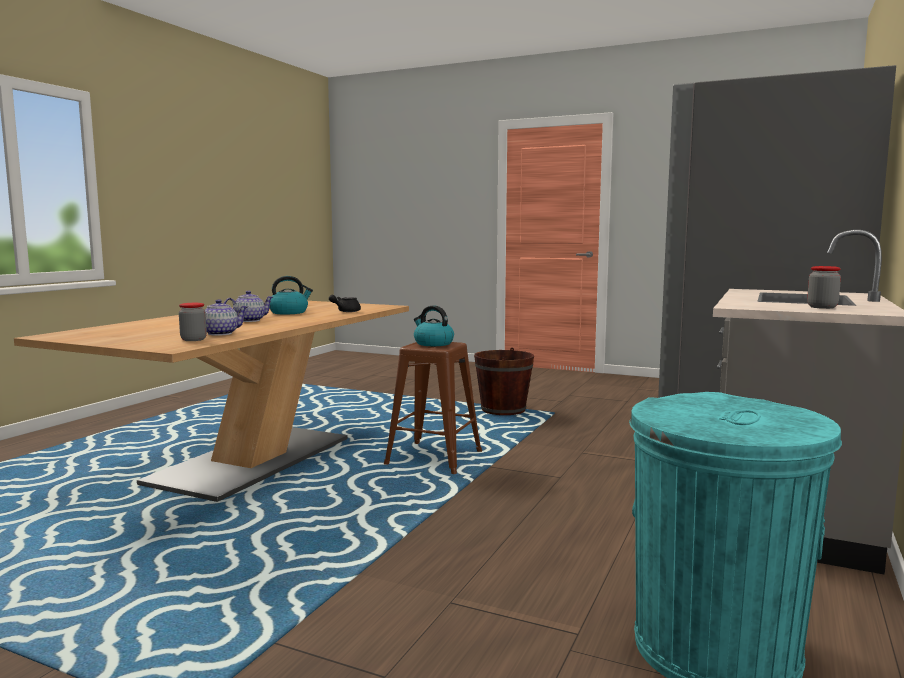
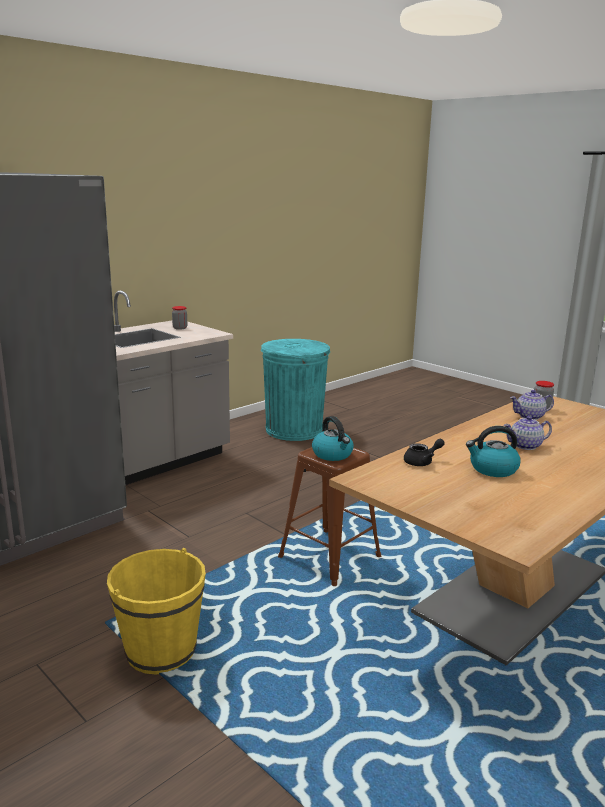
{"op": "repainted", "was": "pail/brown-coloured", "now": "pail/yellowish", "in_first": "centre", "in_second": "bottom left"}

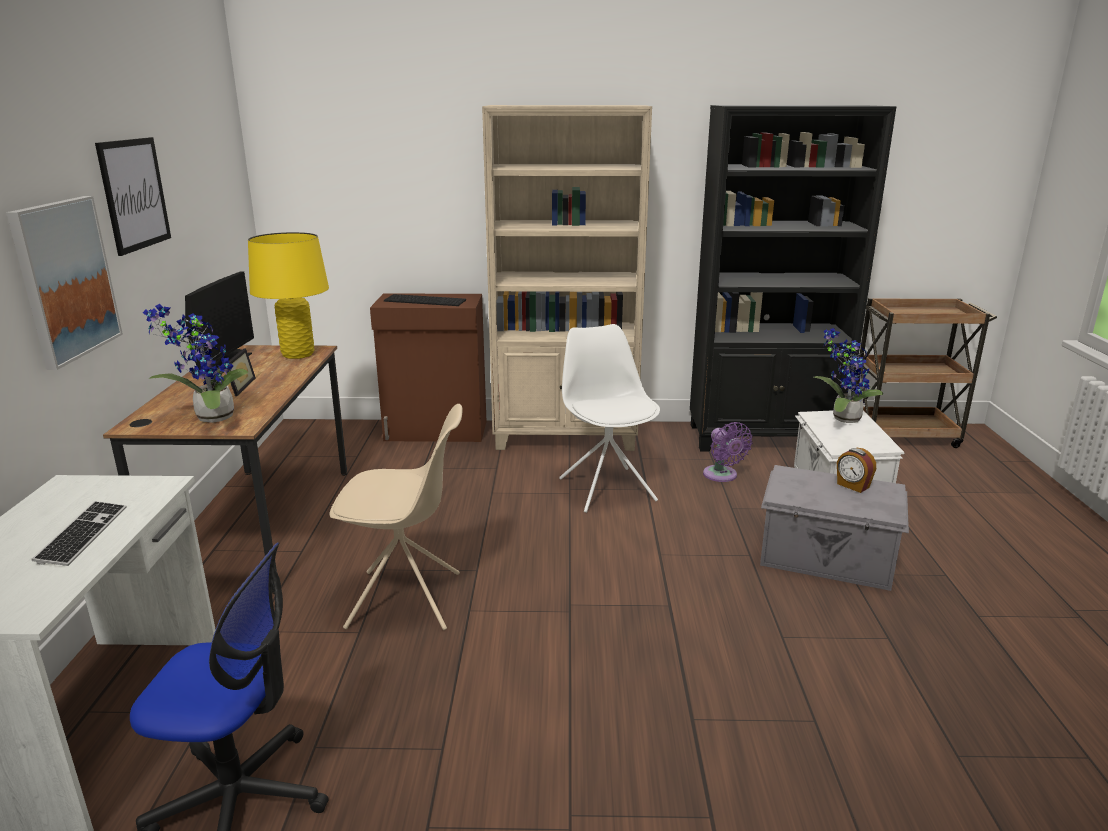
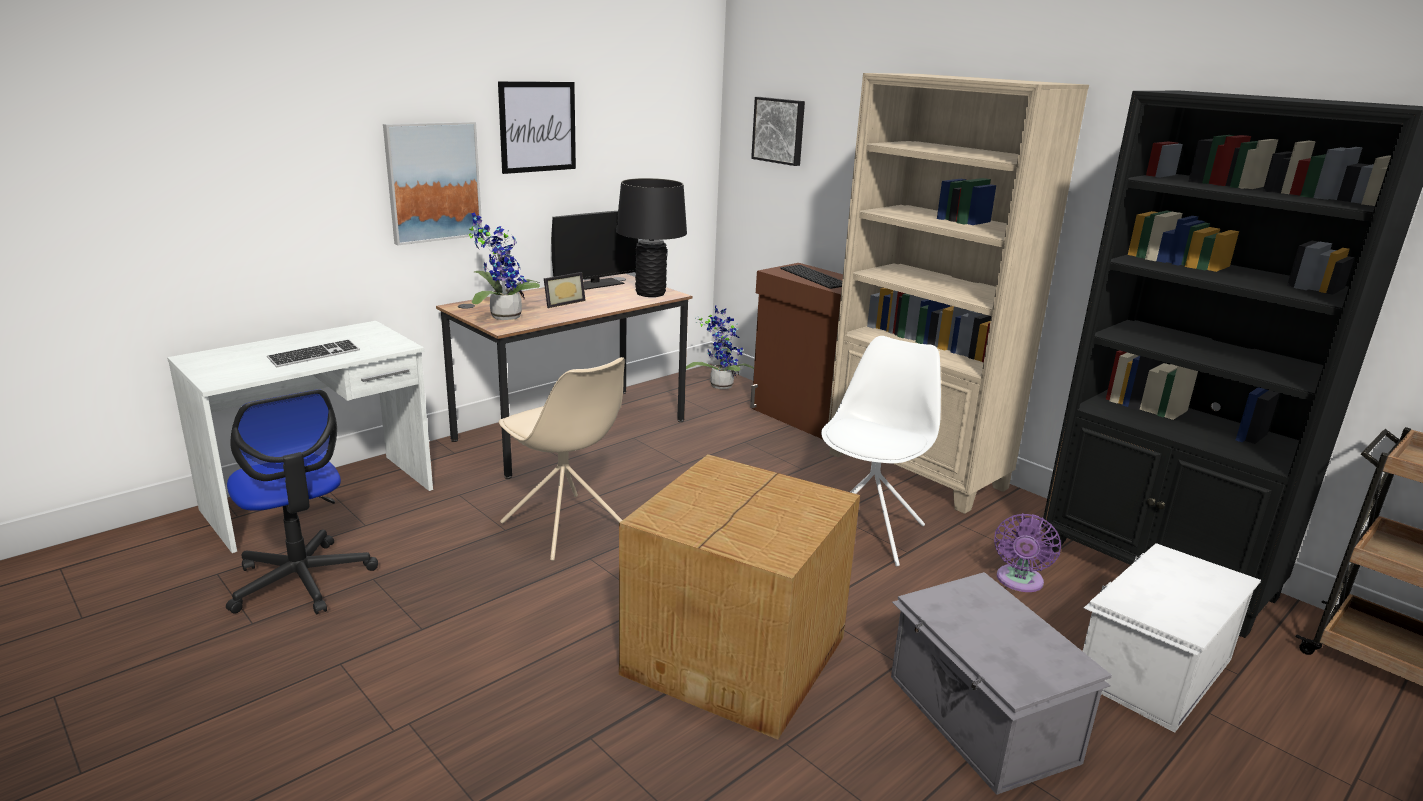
{"op": "repainted", "was": "lamp for a table/yellowish", "now": "lamp for a table/black-coloured", "in_first": "middle left", "in_second": "top centre"}
{"op": "shifted", "was": "potted plant (no. 2 from left)", "in_first": "middle right", "in_second": "centre"}
{"op": "gone", "was": "alarm clock", "in_first": "middle right"}
{"op": "new", "now": "picture (no. 3 from left)", "in_second": "top centre"}
{"op": "new", "now": "packing box", "in_second": "bottom centre"}

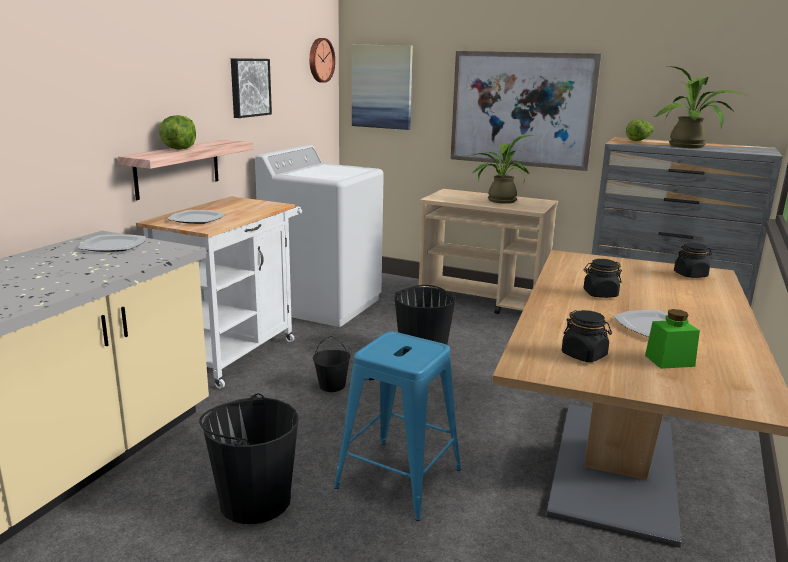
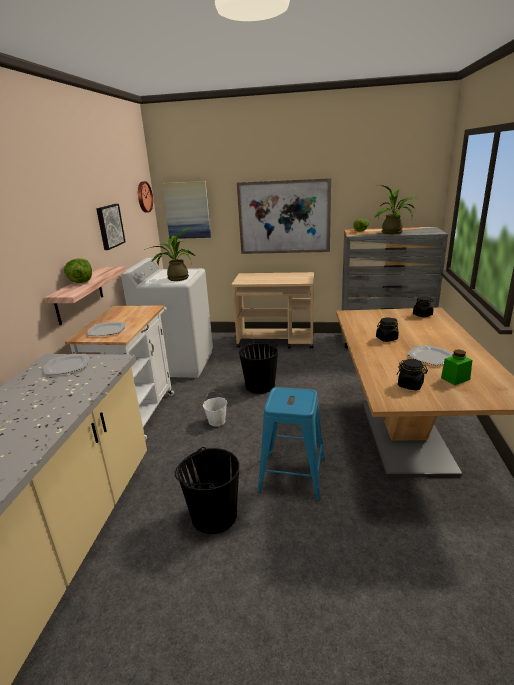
{"op": "shifted", "was": "potted plant (no. 1 from left)", "in_first": "top centre", "in_second": "middle left"}
{"op": "repainted", "was": "pail/black-coloured (no. 2 from left)", "now": "pail/white-coloured", "in_first": "centre", "in_second": "centre"}

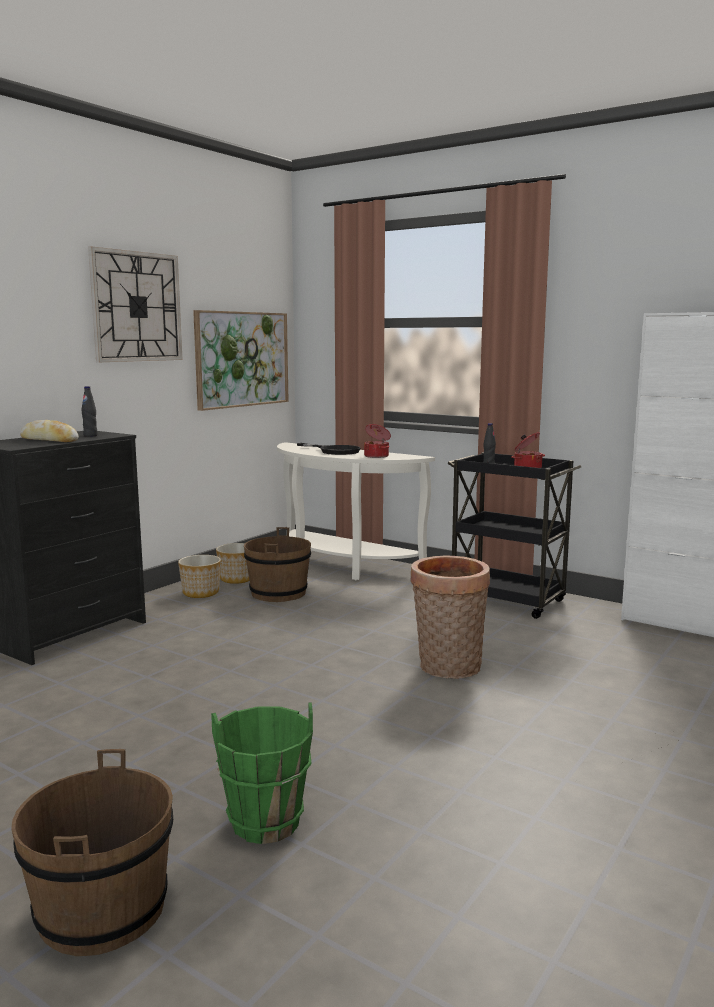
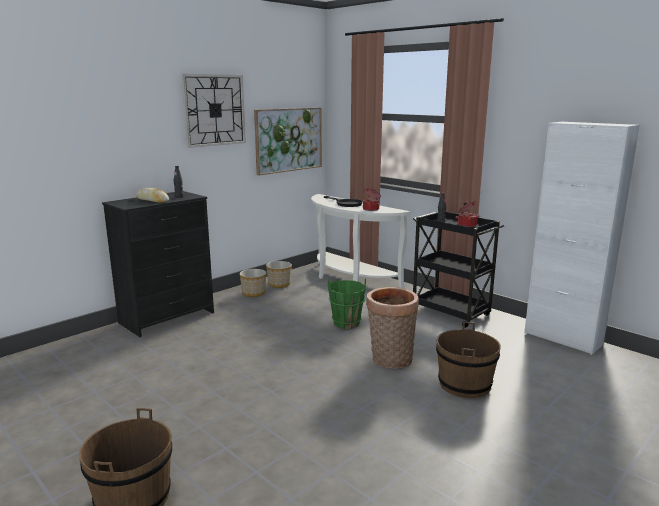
{"op": "shifted", "was": "pail/brown-coloured (no. 2 from left)", "in_first": "centre", "in_second": "bottom right"}
{"op": "shifted", "was": "pail/greenish", "in_first": "bottom centre", "in_second": "centre"}

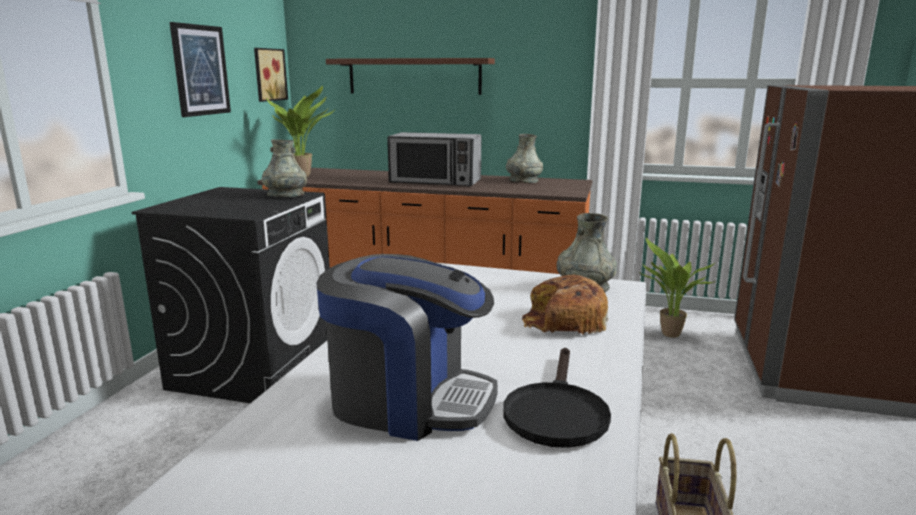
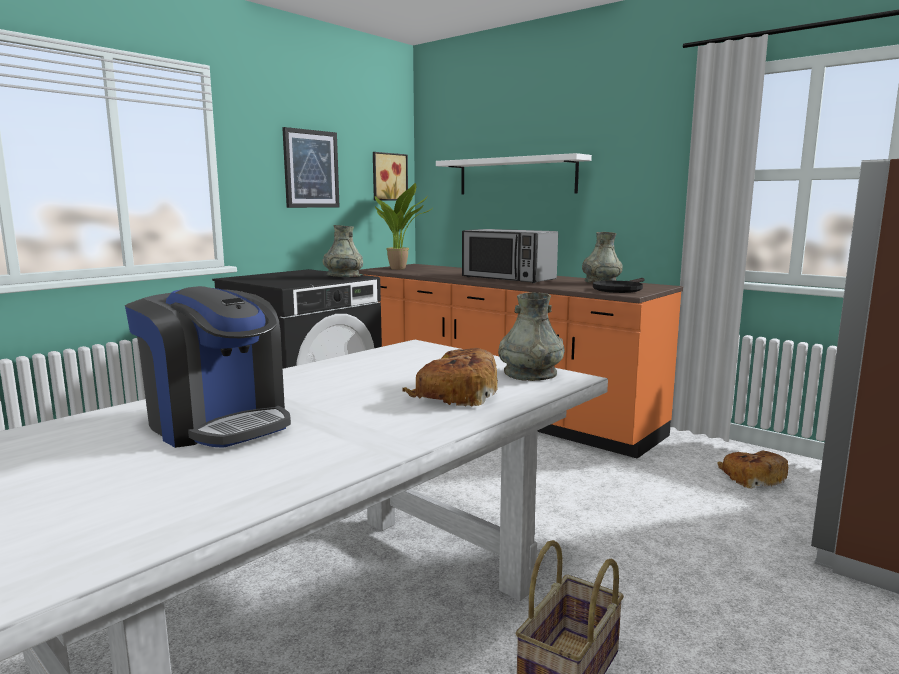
{"op": "repainted", "was": "shelf/brown-coloured", "now": "shelf/white-coloured", "in_first": "top centre", "in_second": "top centre"}
{"op": "swapped", "was": "potted plant (no. 2 from left)", "now": "bread (no. 2 from left)", "in_first": "middle right", "in_second": "bottom right"}
{"op": "shifted", "was": "skillet/black-coloured", "in_first": "bottom centre", "in_second": "middle right"}

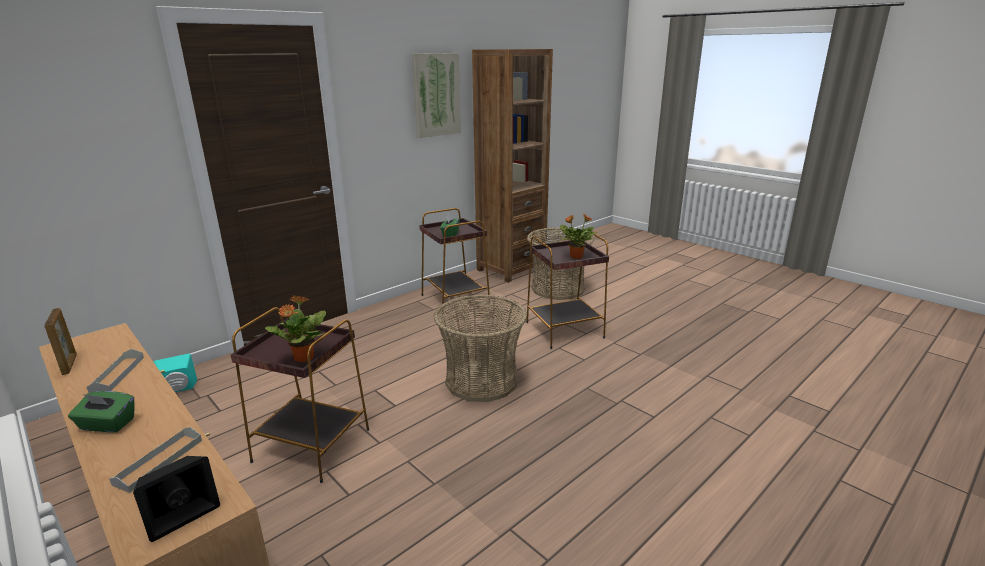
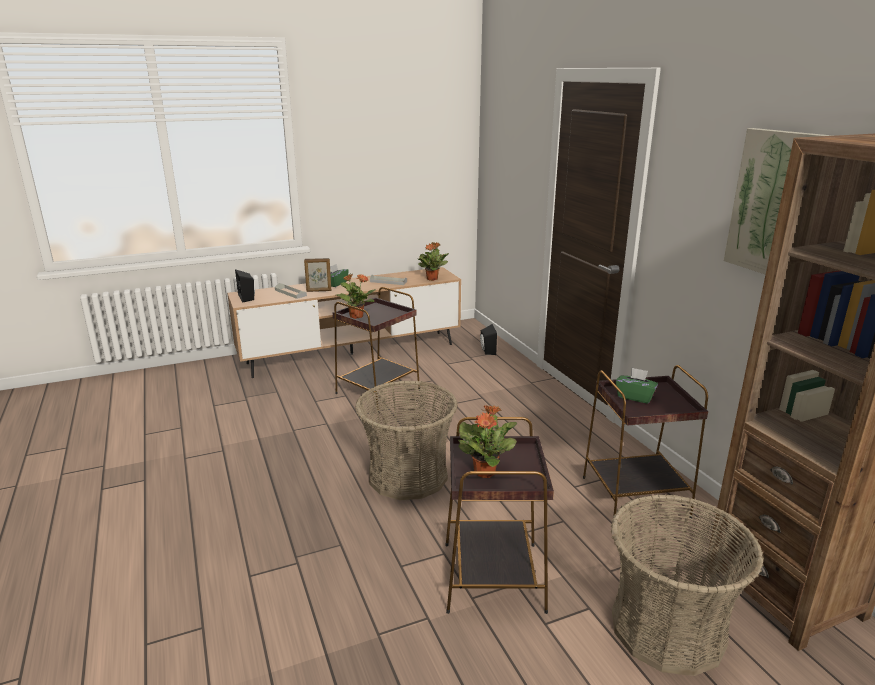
{"op": "shifted", "was": "standing frame", "in_first": "middle left", "in_second": "centre"}
{"op": "repainted", "was": "audio speaker/turquoise", "now": "audio speaker/black-coloured (no. 2 from left)", "in_first": "middle left", "in_second": "centre"}
{"op": "new", "now": "potted plant (no. 2 from left)", "in_second": "centre"}

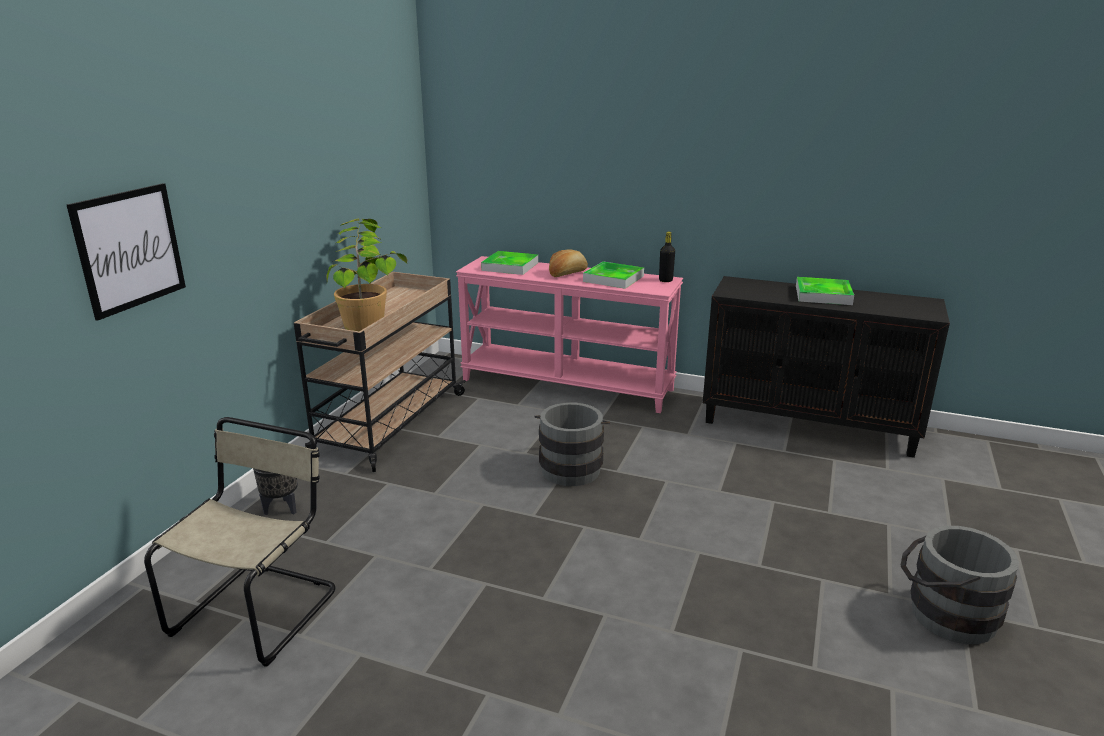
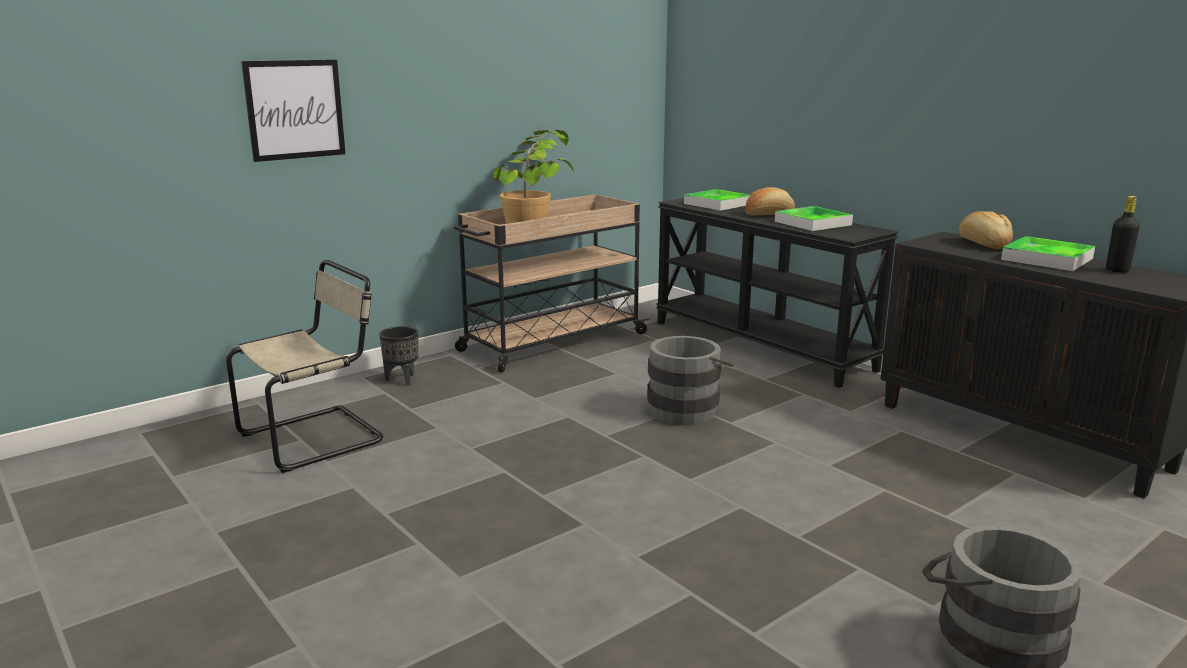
{"op": "shifted", "was": "beverage bottle/black-coloured", "in_first": "centre", "in_second": "middle right"}
{"op": "repainted", "was": "narrow table/pink", "now": "narrow table/black-coloured", "in_first": "centre", "in_second": "centre"}
{"op": "new", "now": "bread (no. 2 from left)", "in_second": "middle right"}

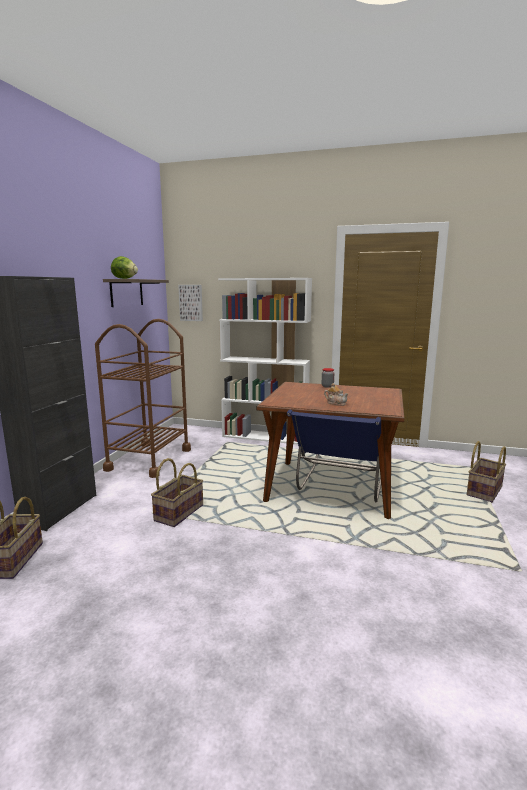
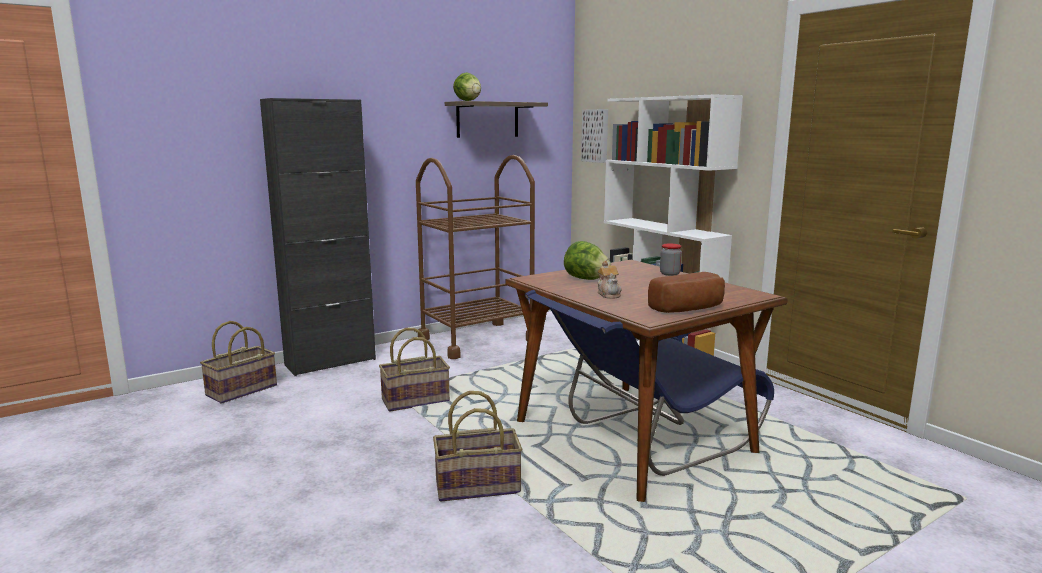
{"op": "shifted", "was": "storage basket (no. 3 from left)", "in_first": "middle right", "in_second": "bottom centre"}
{"op": "new", "now": "lettuce (no. 2 from left)", "in_second": "centre"}
{"op": "new", "now": "bread", "in_second": "centre"}

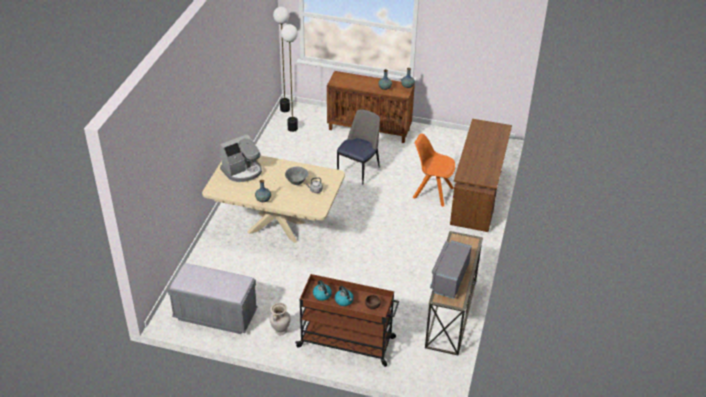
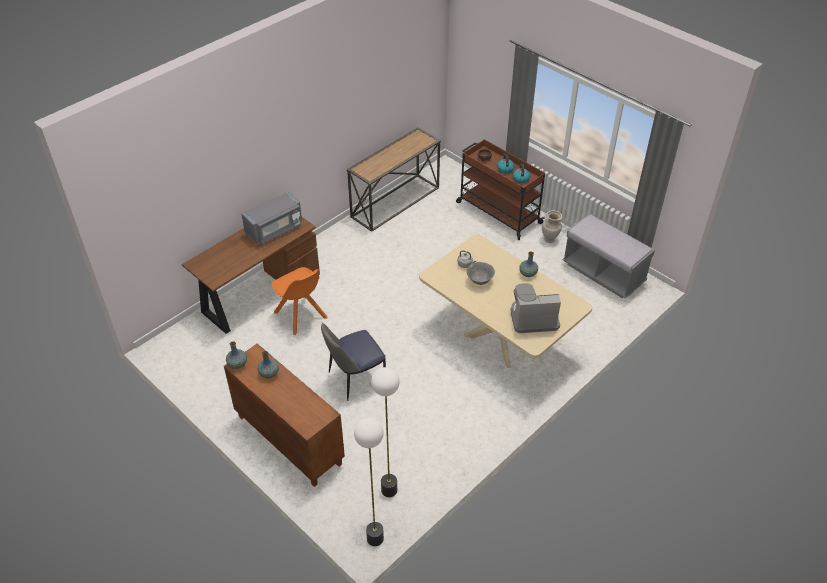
{"op": "shifted", "was": "kitchen microwave/greyish", "in_first": "bottom centre", "in_second": "middle left"}

